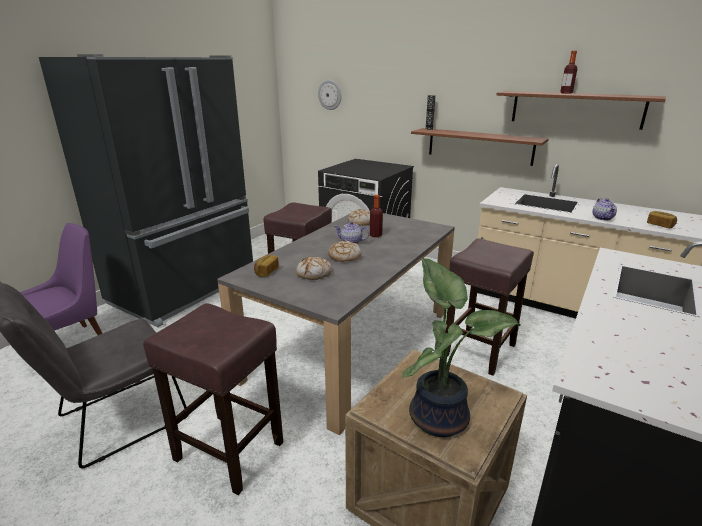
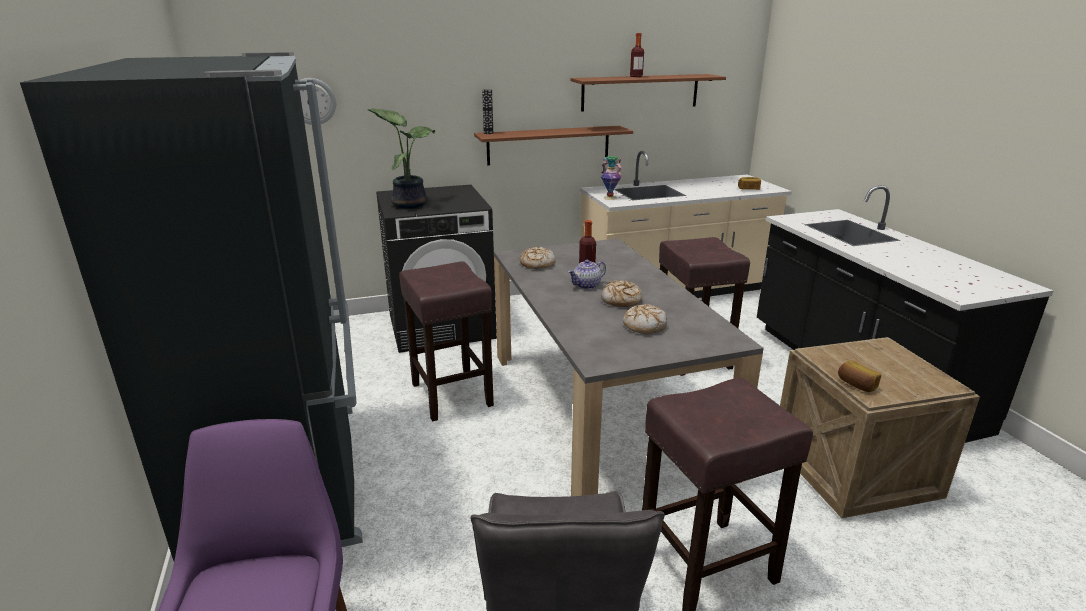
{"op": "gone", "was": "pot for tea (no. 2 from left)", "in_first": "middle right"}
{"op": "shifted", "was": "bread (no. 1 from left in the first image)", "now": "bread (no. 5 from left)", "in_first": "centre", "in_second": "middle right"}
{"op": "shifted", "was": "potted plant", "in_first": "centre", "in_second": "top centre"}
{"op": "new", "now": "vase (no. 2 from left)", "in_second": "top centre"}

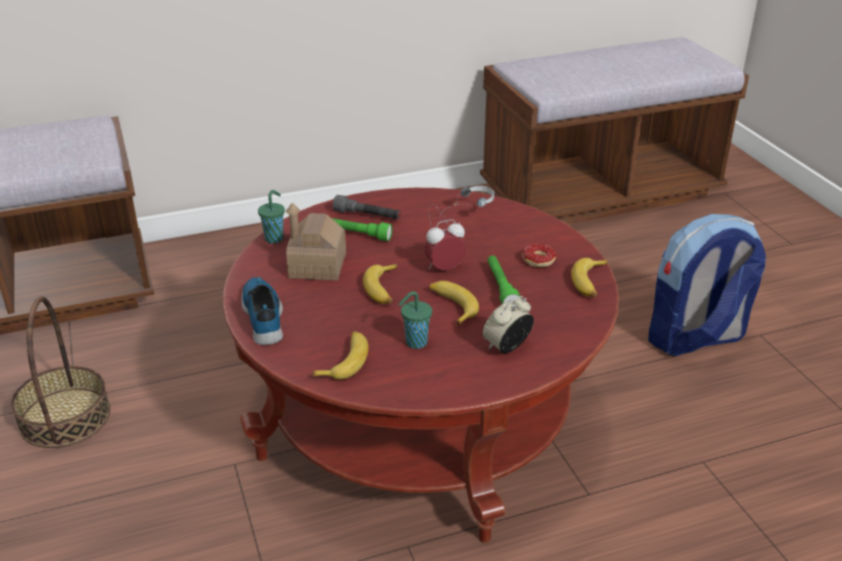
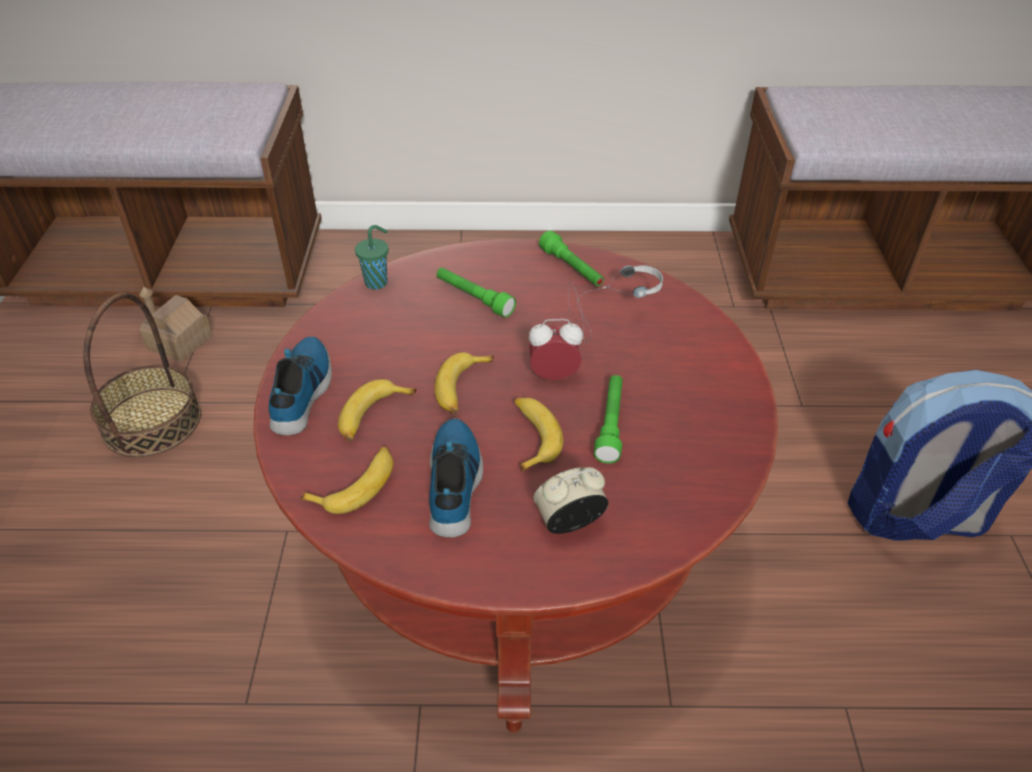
{"op": "gone", "was": "flashlight/greyish", "in_first": "centre"}
{"op": "shifted", "was": "model house", "in_first": "centre", "in_second": "middle left"}
{"op": "gone", "was": "ring doughnut", "in_first": "centre"}
{"op": "shifted", "was": "whole banana (no. 4 from left in the first image)", "now": "whole banana (no. 2 from left)", "in_first": "middle right", "in_second": "centre"}
{"op": "swapped", "was": "cup/greenish (no. 2 from left)", "now": "low shoe (no. 2 from left)", "in_first": "centre", "in_second": "centre"}
{"op": "new", "now": "flashlight/greenish (no. 2 from left)", "in_second": "centre"}

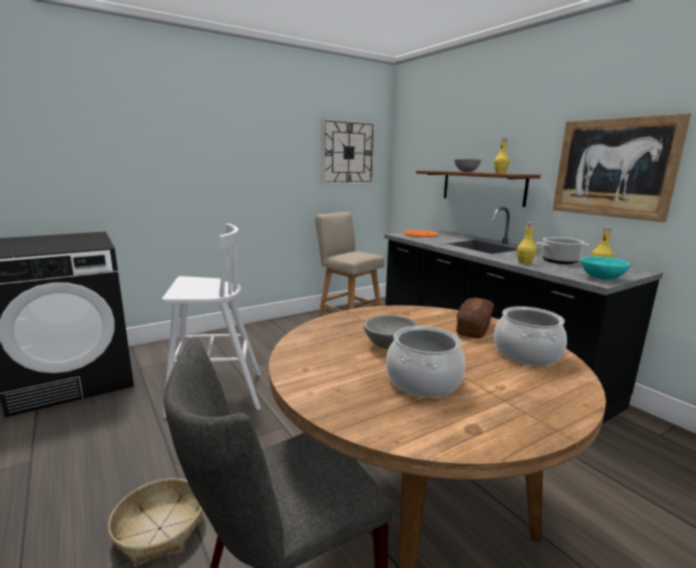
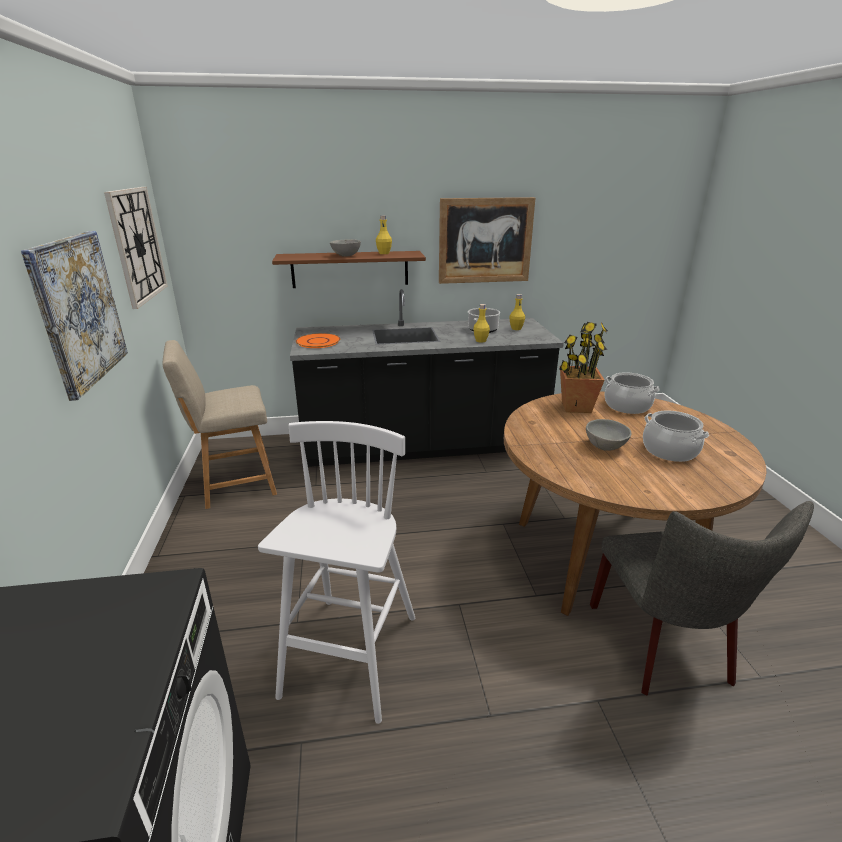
{"op": "gone", "was": "bowl/turquoise", "in_first": "middle right"}
{"op": "swapped", "was": "bread", "now": "potted plant", "in_first": "middle right", "in_second": "middle right"}
{"op": "gone", "was": "storage basket", "in_first": "bottom left"}
{"op": "new", "now": "picture (no. 1 from left)", "in_second": "middle left"}

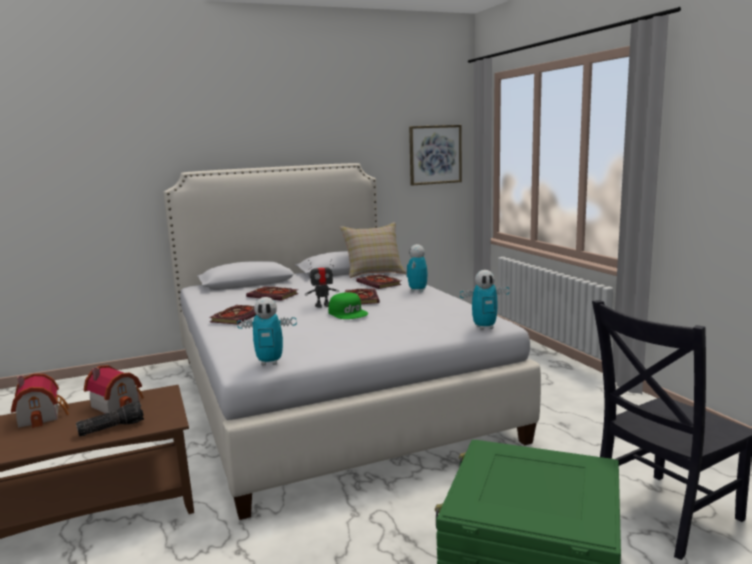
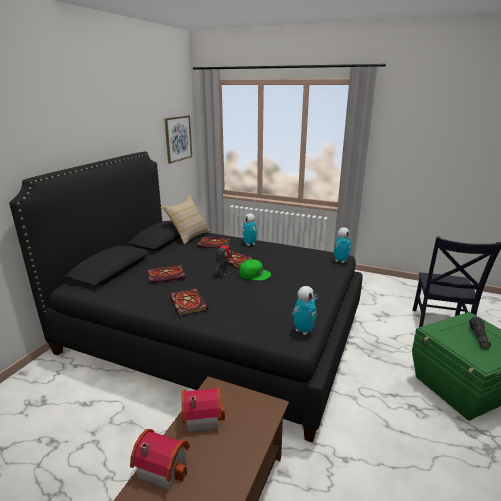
{"op": "repainted", "was": "bedroom bed/white-coloured", "now": "bedroom bed/black-coloured", "in_first": "centre", "in_second": "centre"}
{"op": "shifted", "was": "flashlight", "in_first": "bottom left", "in_second": "middle right"}

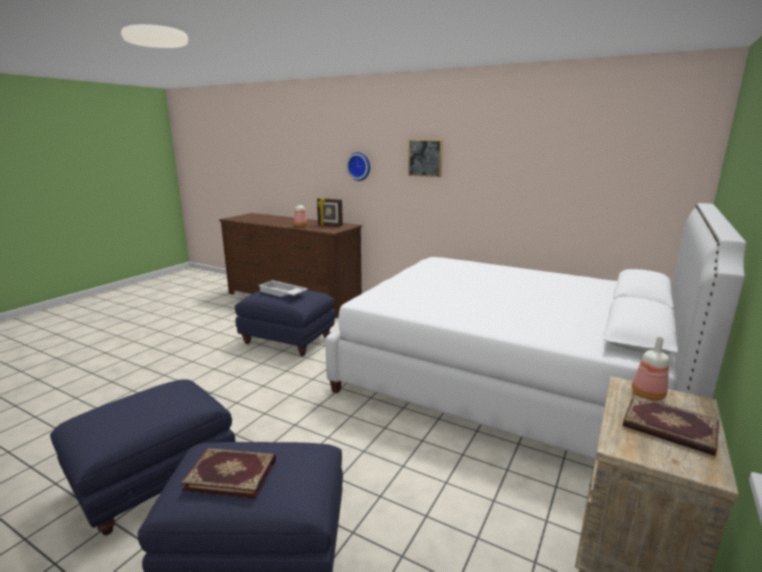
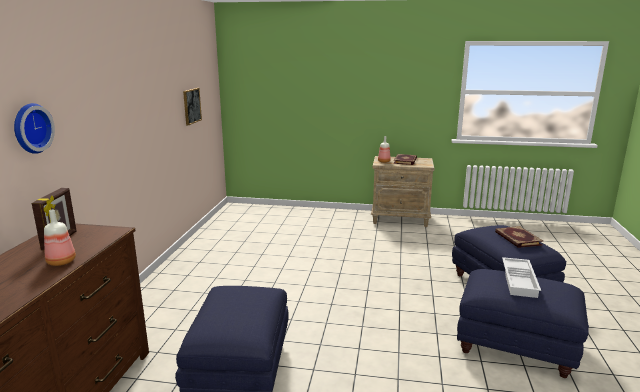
{"op": "shifted", "was": "picture", "in_first": "top centre", "in_second": "top left"}
{"op": "gone", "was": "bedroom bed/white-coloured", "in_first": "middle right"}
{"op": "shifted", "was": "carrying tray/white-coloured", "in_first": "centre", "in_second": "bottom right"}

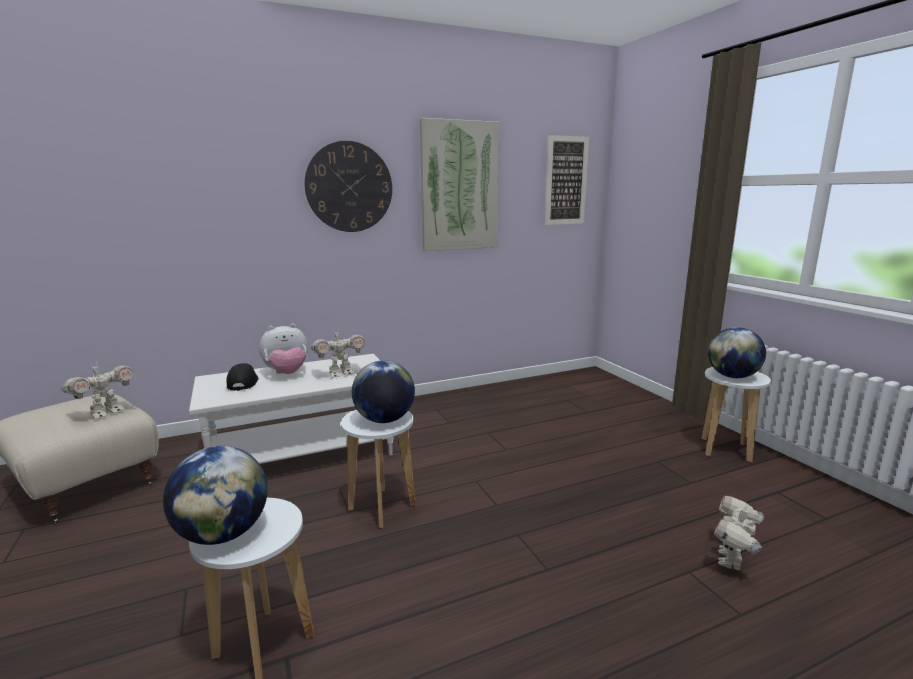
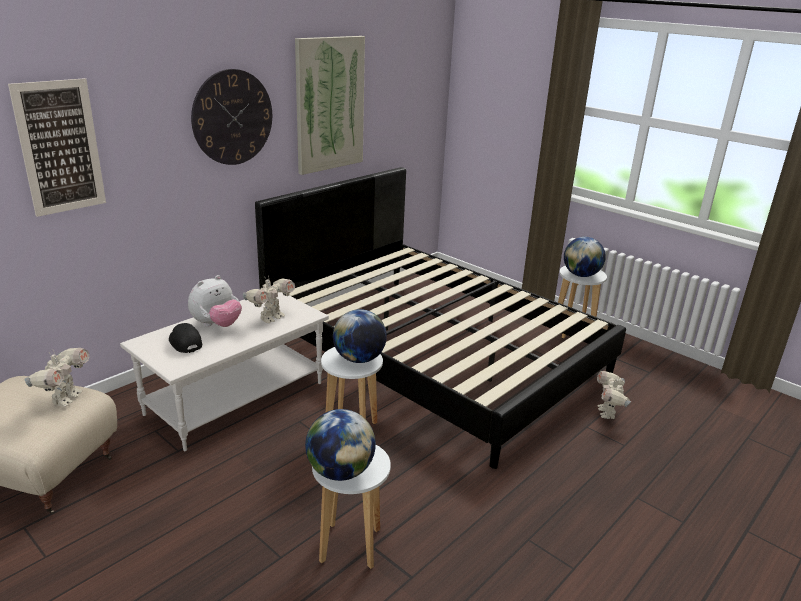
{"op": "shifted", "was": "picture (no. 2 from left in the first image)", "now": "picture (no. 1 from left)", "in_first": "top centre", "in_second": "top left"}
{"op": "new", "now": "bedroom bed/black-coloured", "in_second": "centre"}

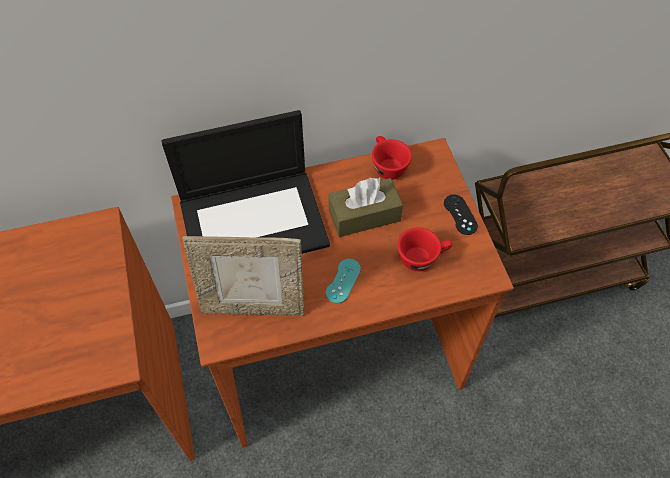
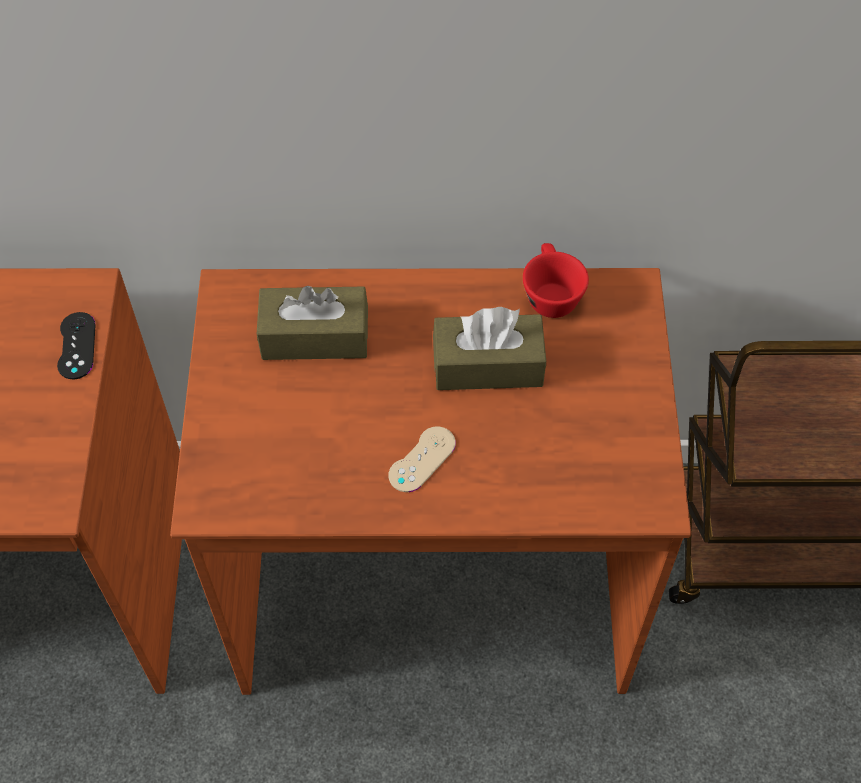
{"op": "swapped", "was": "laptop", "now": "tissue holder/brown-coloured (no. 1 from left)", "in_first": "centre", "in_second": "centre"}
{"op": "shifted", "was": "joypad/black-coloured", "in_first": "middle right", "in_second": "middle left"}
{"op": "gone", "was": "cup/red-coloured (no. 2 from left)", "in_first": "centre"}
{"op": "gone", "was": "standing frame", "in_first": "centre"}
{"op": "repainted", "was": "joypad/turquoise", "now": "joypad/beige-coloured", "in_first": "centre", "in_second": "centre"}

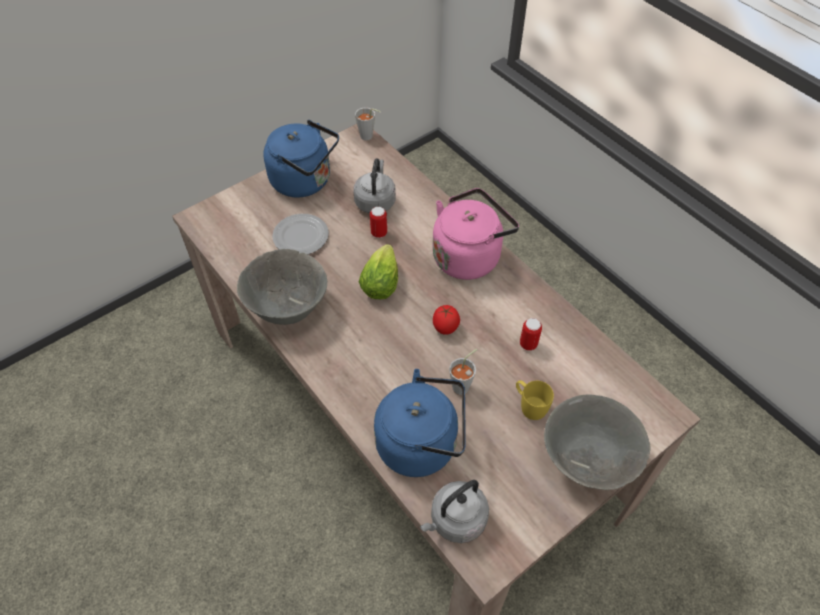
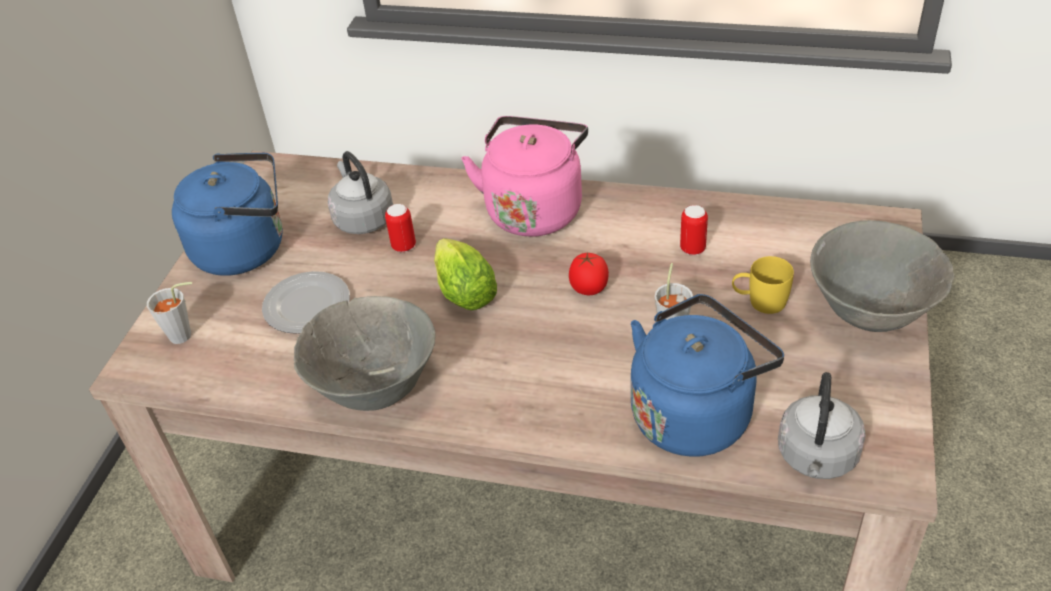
{"op": "shifted", "was": "cup/greyish (no. 1 from left)", "in_first": "top centre", "in_second": "middle left"}

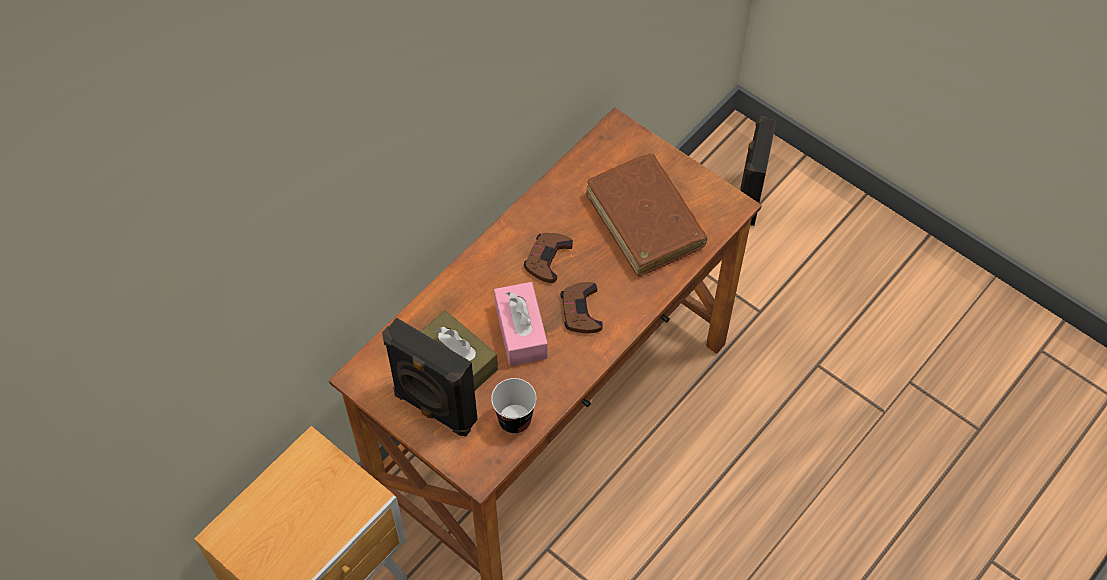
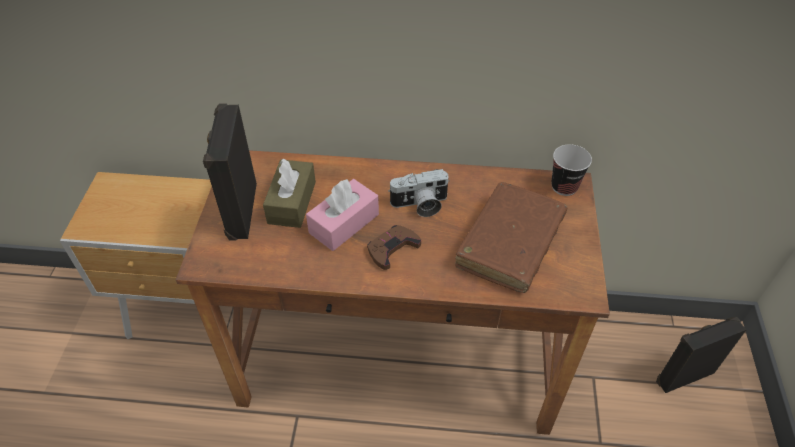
{"op": "swapped", "was": "joypad/brown-coloured (no. 1 from left)", "now": "still camera", "in_first": "centre", "in_second": "centre"}
{"op": "shifted", "was": "cup", "in_first": "bottom centre", "in_second": "middle right"}

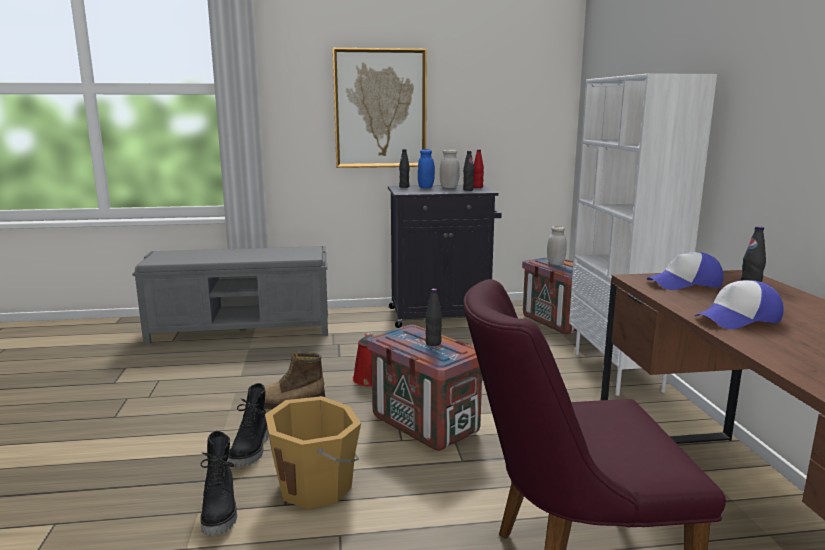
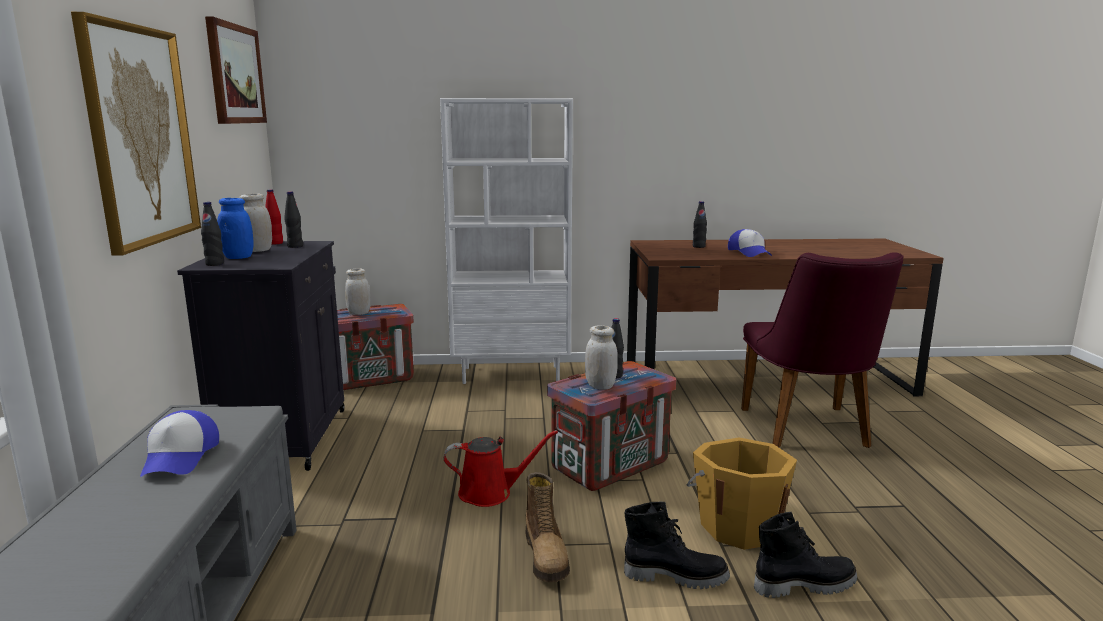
{"op": "shifted", "was": "baseball cap (no. 1 from left)", "in_first": "middle right", "in_second": "bottom left"}
{"op": "new", "now": "picture (no. 2 from left)", "in_second": "top left"}
{"op": "new", "now": "storage jar/white-coloured (no. 3 from left)", "in_second": "centre"}

